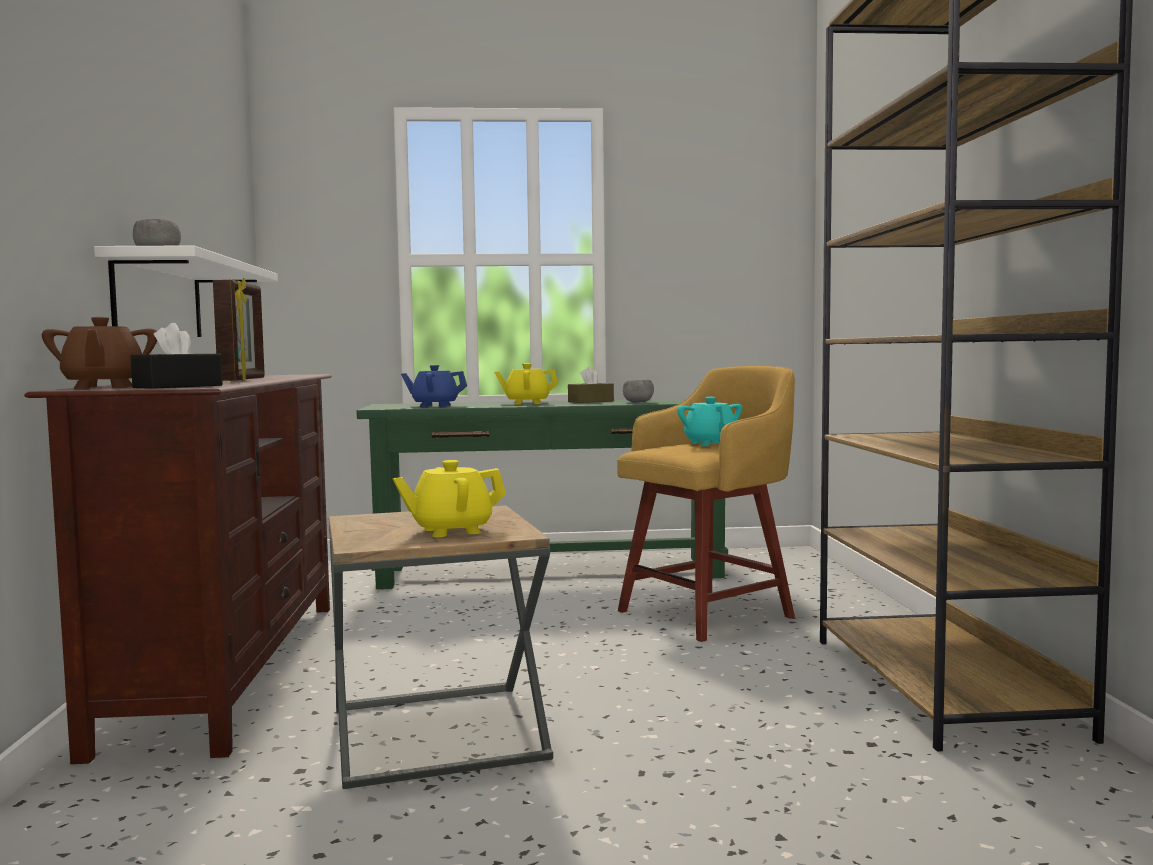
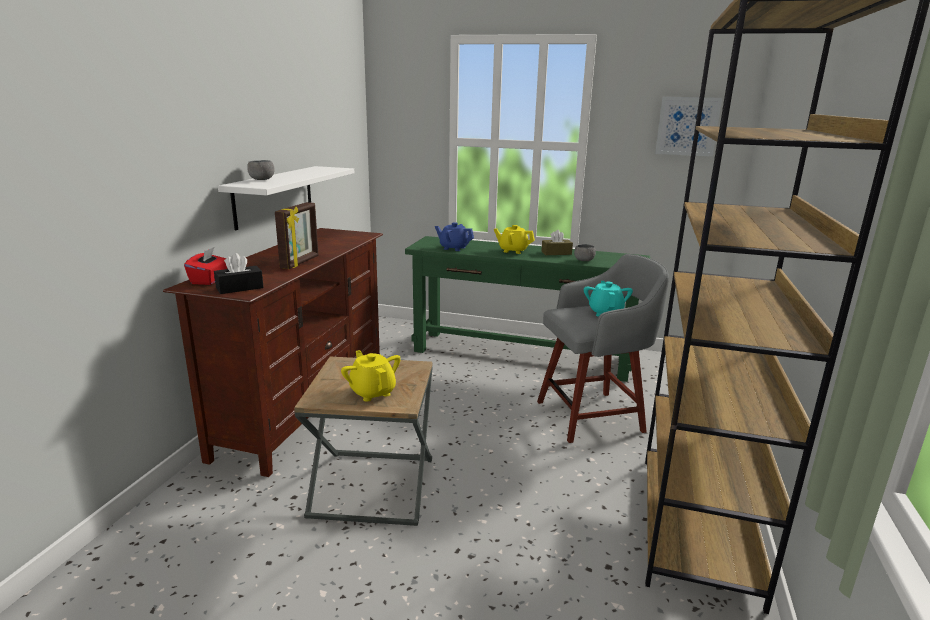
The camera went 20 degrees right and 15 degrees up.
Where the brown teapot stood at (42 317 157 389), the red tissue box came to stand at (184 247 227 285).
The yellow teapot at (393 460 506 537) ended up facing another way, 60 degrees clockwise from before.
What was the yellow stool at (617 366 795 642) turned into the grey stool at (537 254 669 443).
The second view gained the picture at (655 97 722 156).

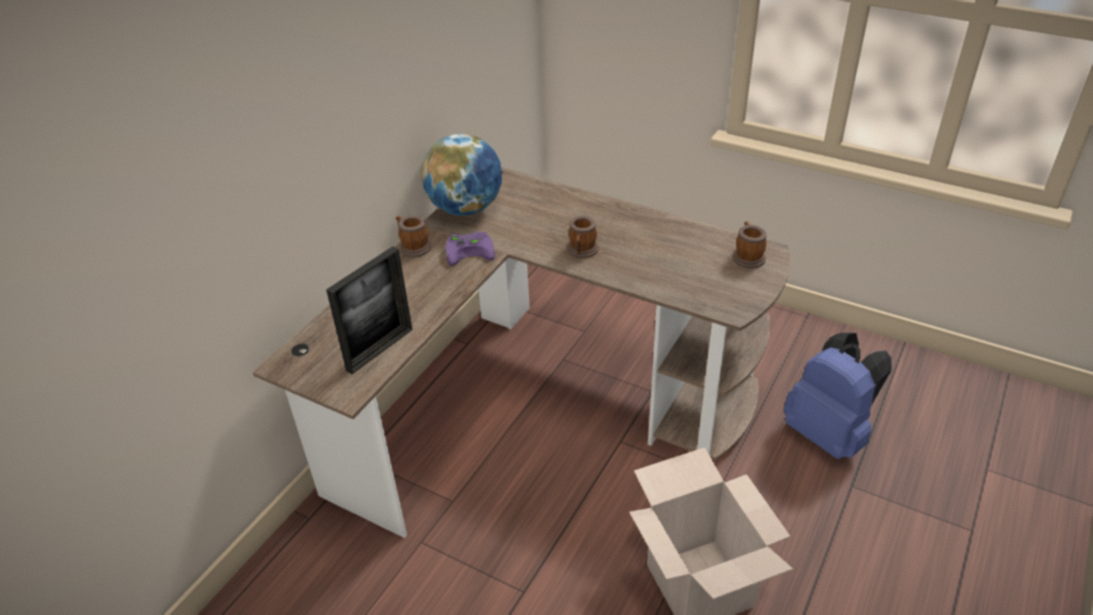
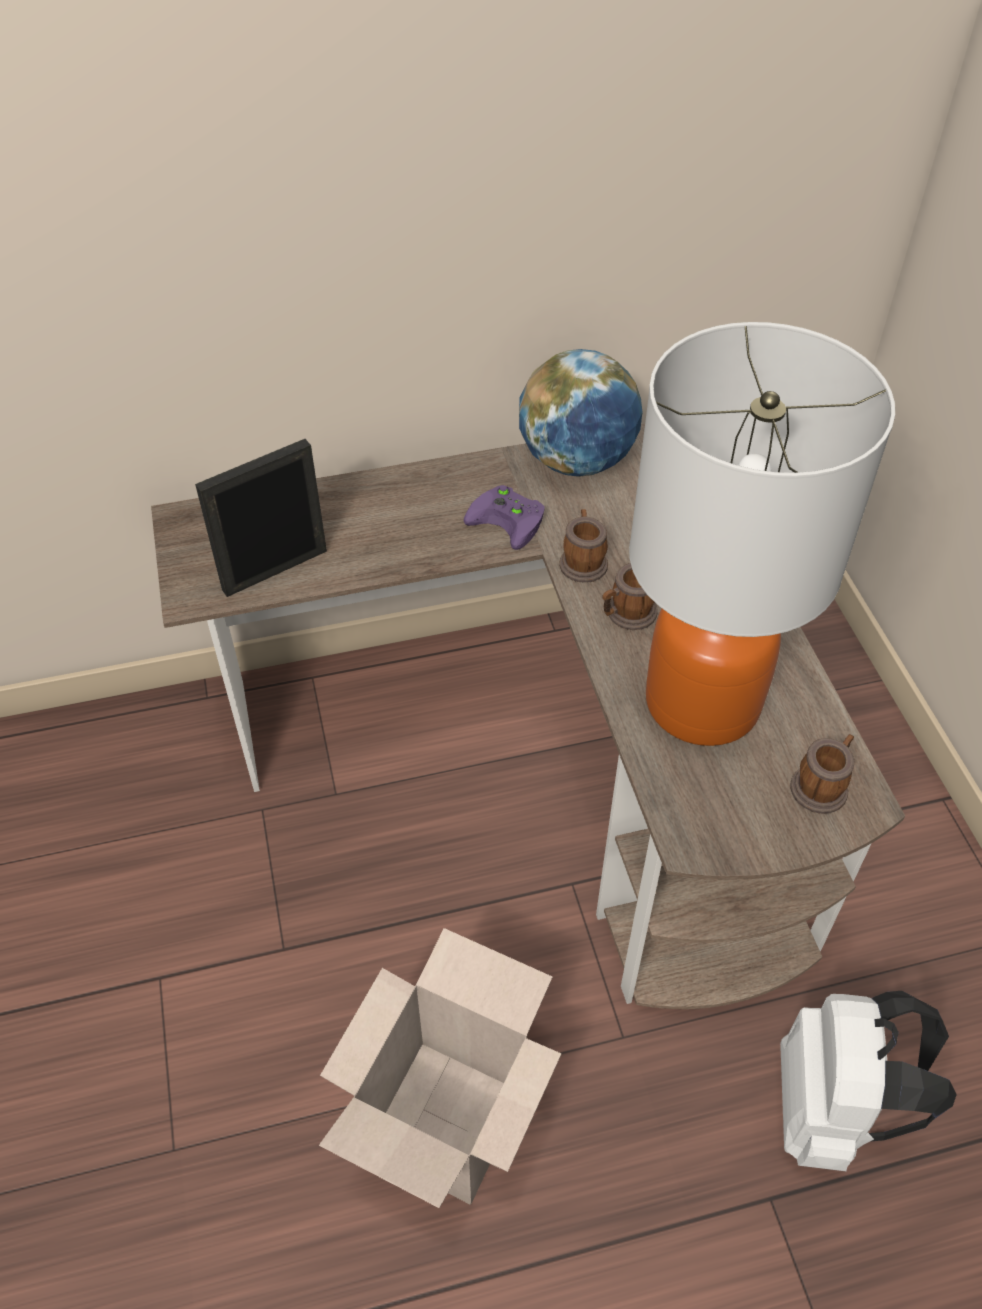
The camera went 45 degrees right and 10 degrees up.
The picture frame at (326 246 413 374) ended up facing another way, 150 degrees clockwise from before.
The mug ended up elsewhere, having gone from (396 215 431 257) to (559 509 608 583).
What was the blue backpack at (783 333 892 460) turned into the white backpack at (780 991 957 1171).
The second view gained the table lamp at (629 322 895 746).

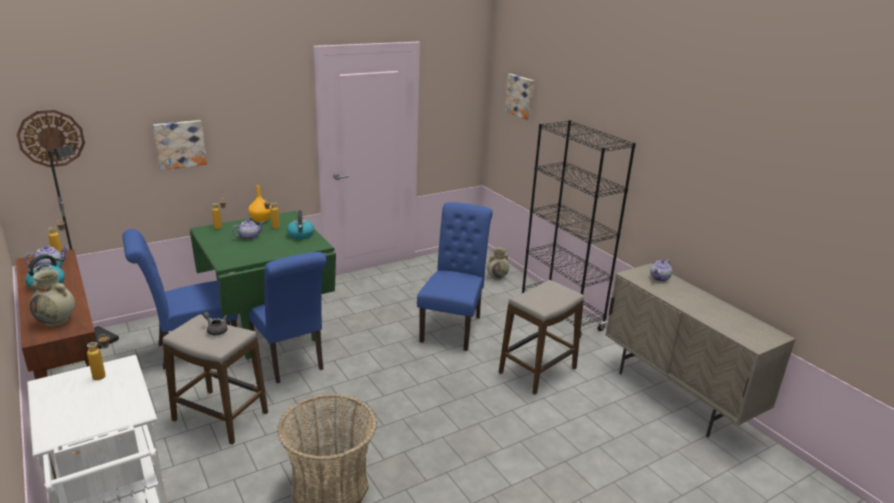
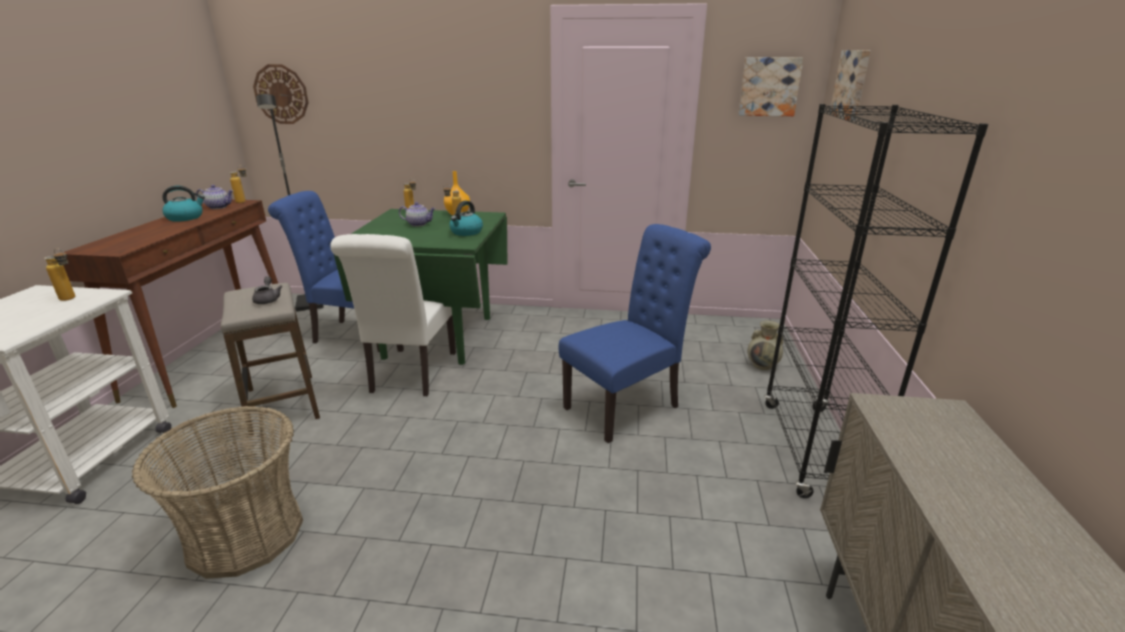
The camera went 40 degrees right and 0 degrees up.
The second view lost the beige vase at (30 269 75 327).
The picture ended up elsewhere, having gone from (153 120 207 170) to (738 57 804 116).
What was the blue chair at (249 252 327 383) turned into the white chair at (330 234 456 396).
The second view lost the stool at (499 280 584 395).
The second view lost the teapot at (650 259 672 282).

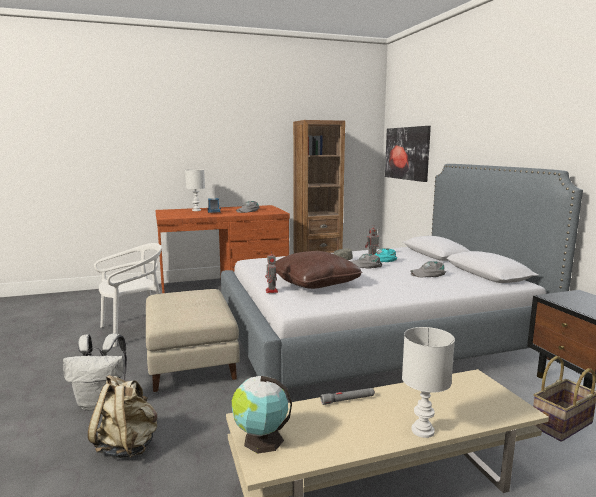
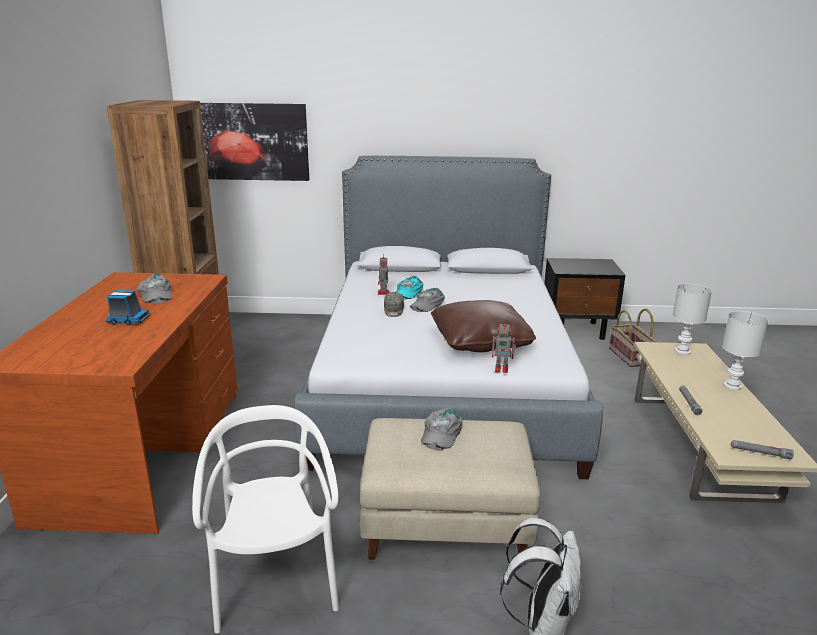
The camera went 70 degrees left and 10 degrees up.
The second view lost the beige backpack at (88 375 157 458).
The white table lamp ended up elsewhere, having gone from (185 169 205 211) to (672 283 712 355).
Where the globe stood at (232 376 292 454), the grey flashlight came to stand at (731 440 794 460).
The grey cap ended up elsewhere, having gone from (410 261 446 277) to (421 407 462 451).

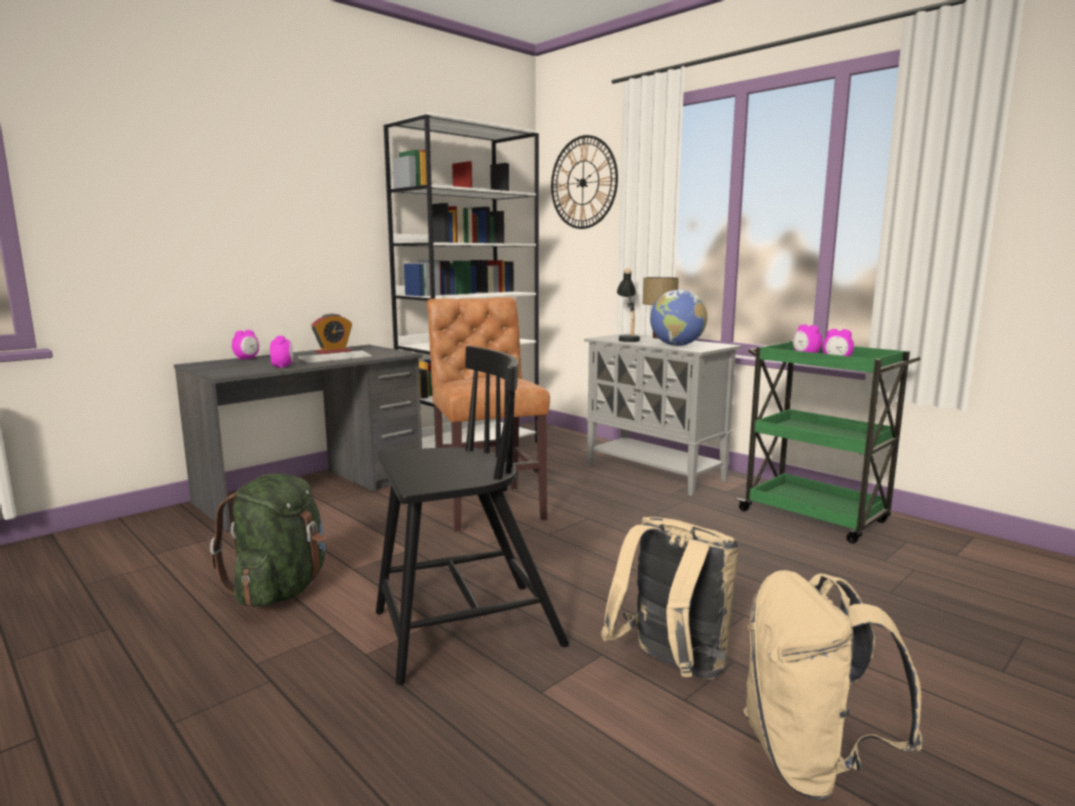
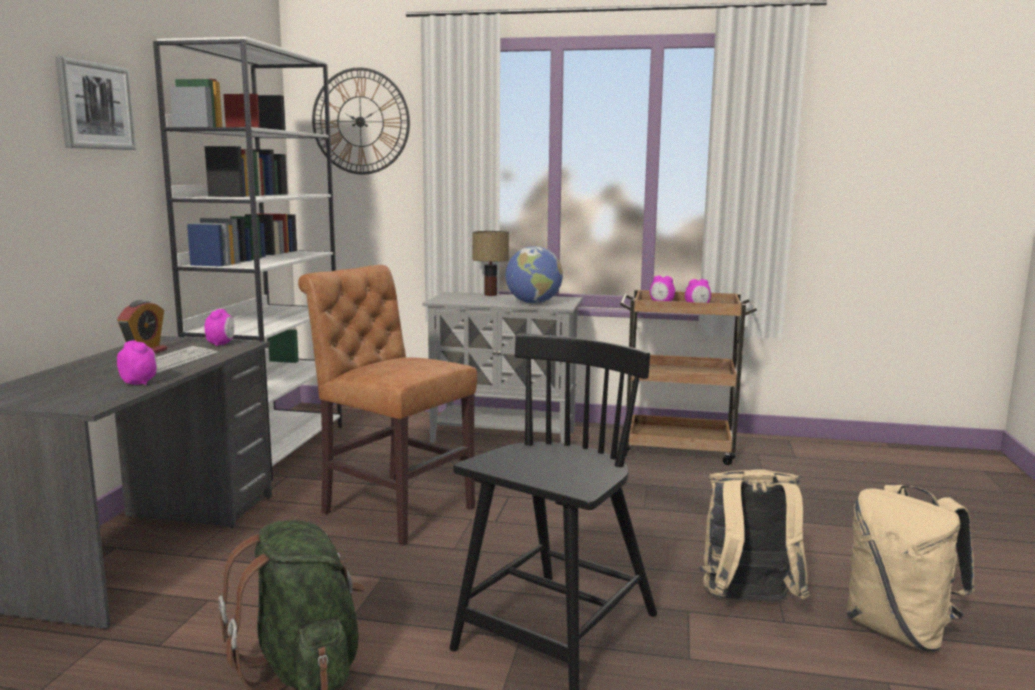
The camera went 35 degrees left and 0 degrees up.
The alarm clock ended up elsewhere, having gone from (232 330 259 360) to (205 309 234 347).
The second view lost the black table lamp at (617 268 640 342).
What was the green cart at (736 340 921 544) turned into the brown cart at (618 290 757 465).
The second view gained the picture at (55 56 136 150).

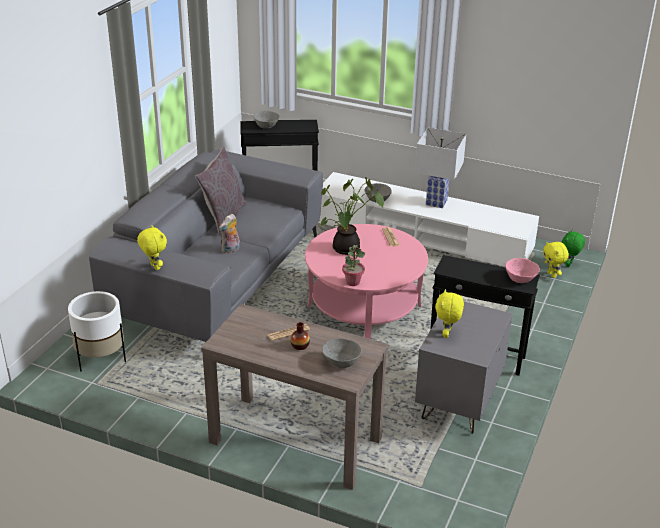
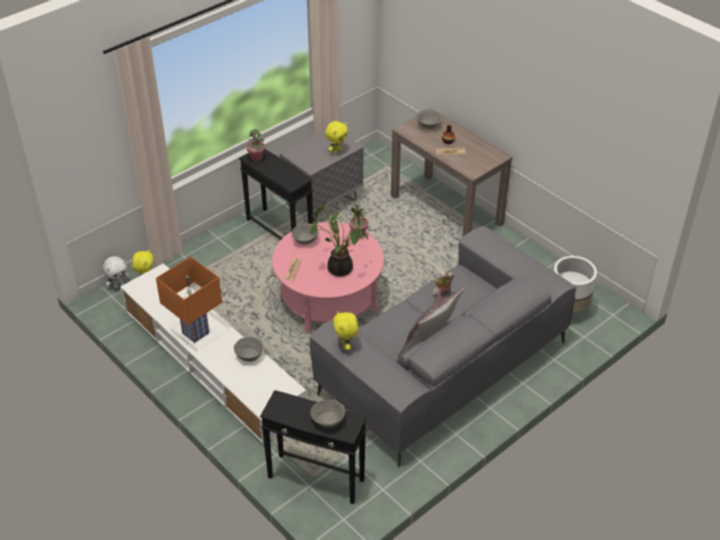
The camera went 155 degrees left and 10 degrees up.
The yellow plush toy ended up elsewhere, having gone from (137 225 167 270) to (333 311 359 350).
What was the white table lamp at (415 128 466 208) turned into the orange table lamp at (156 256 222 343).
Where the pink bowl stood at (505 258 540 283), the potted plant came to stand at (247 128 265 161).
What was the green plush toy at (562 229 585 267) turned into the white plush toy at (103 256 129 289).
The second view gained the grey bowl at (291 223 319 245).

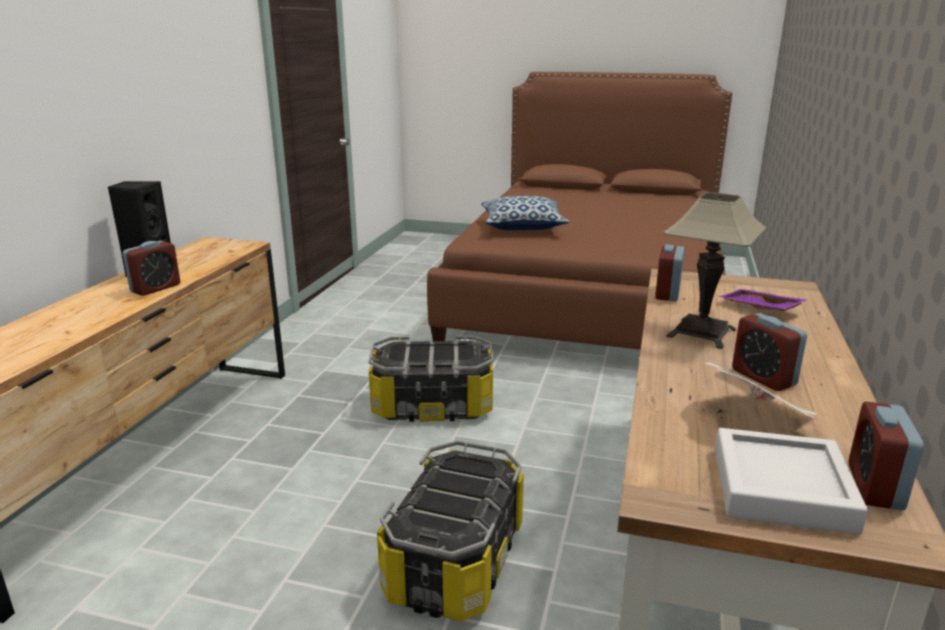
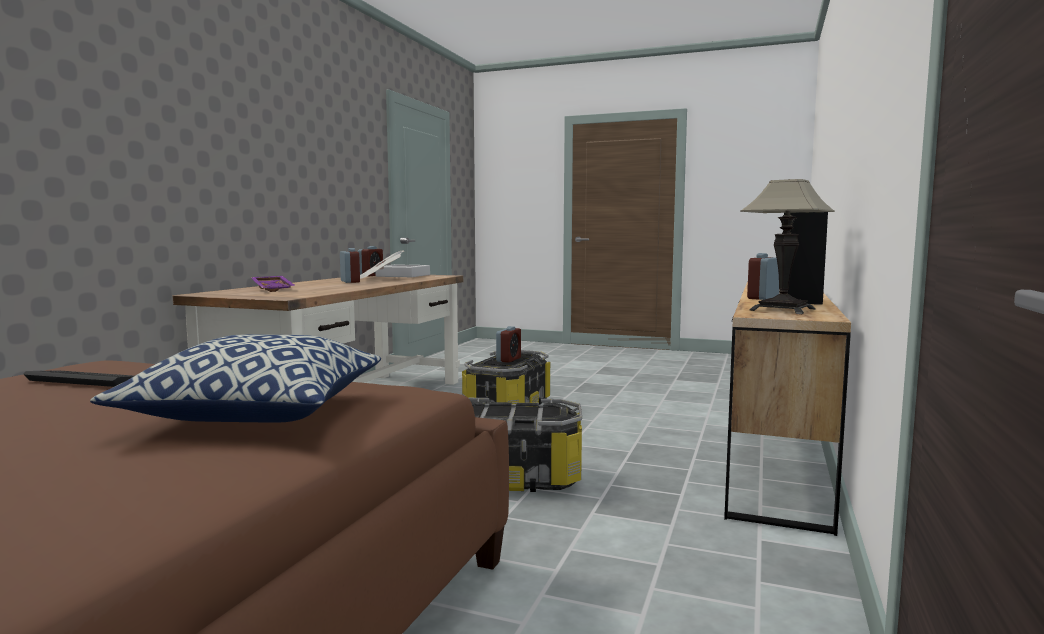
The camera went 175 degrees left and 15 degrees down.
The alarm clock ended up elsewhere, having gone from (655 244 685 302) to (496 326 521 363).
The table lamp ended up elsewhere, having gone from (663 192 767 349) to (740 179 835 314).
The second view gained the keyboard at (24 371 134 387).

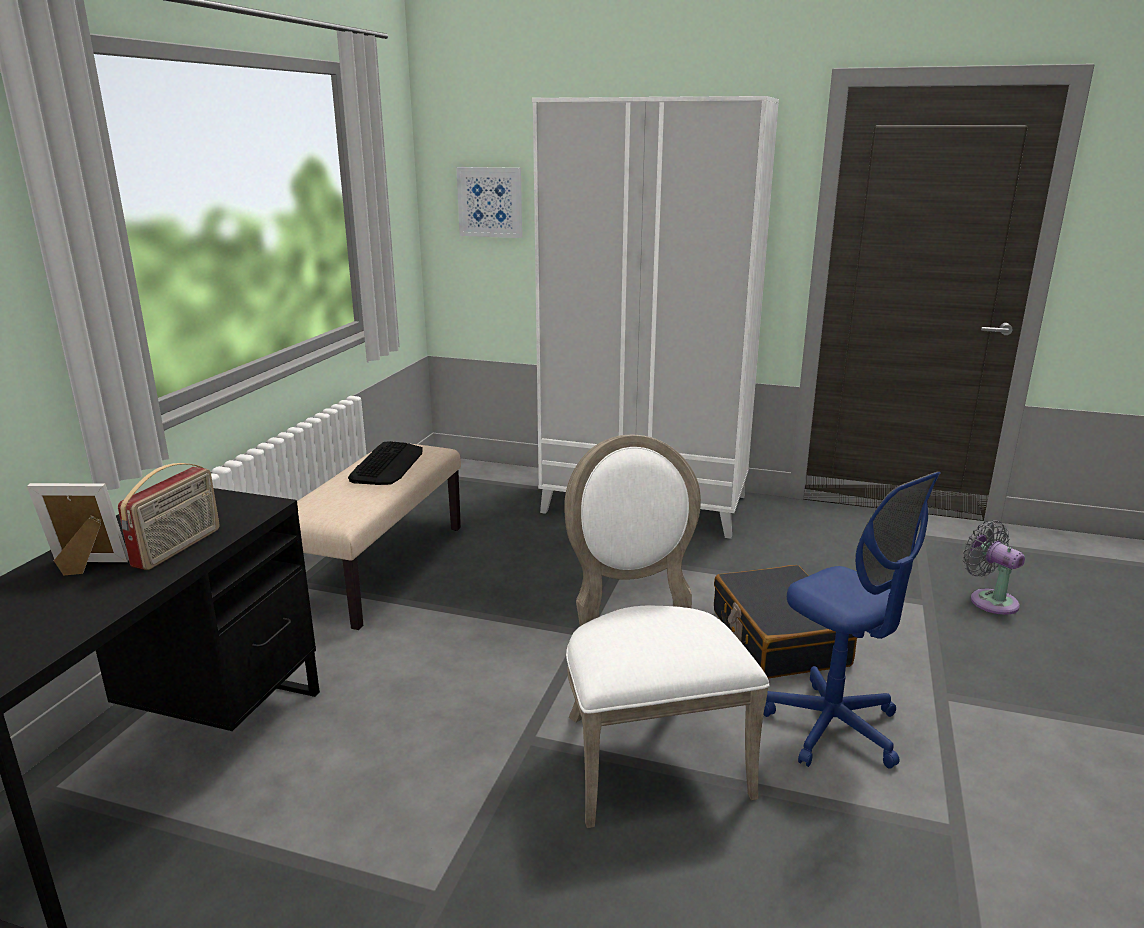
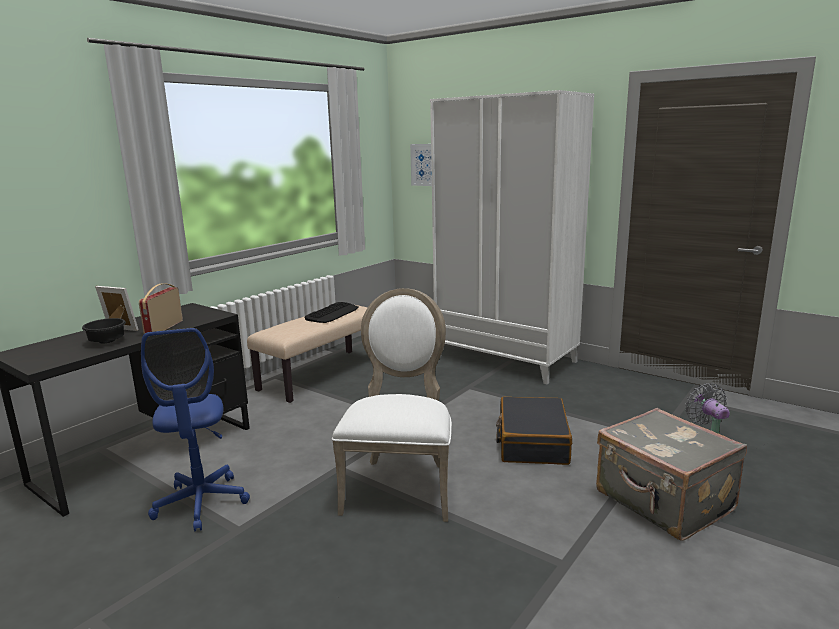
The camera went 20 degrees right and 5 degrees down.
The radio at (118 463 220 570) ended up facing another way, 150 degrees clockwise from before.
The blue office chair ended up elsewhere, having gone from (763 471 941 769) to (141 328 250 531).
The second view gained the black bowl at (82 318 126 343).
The second view gained the grey suitcase at (596 408 747 541).

